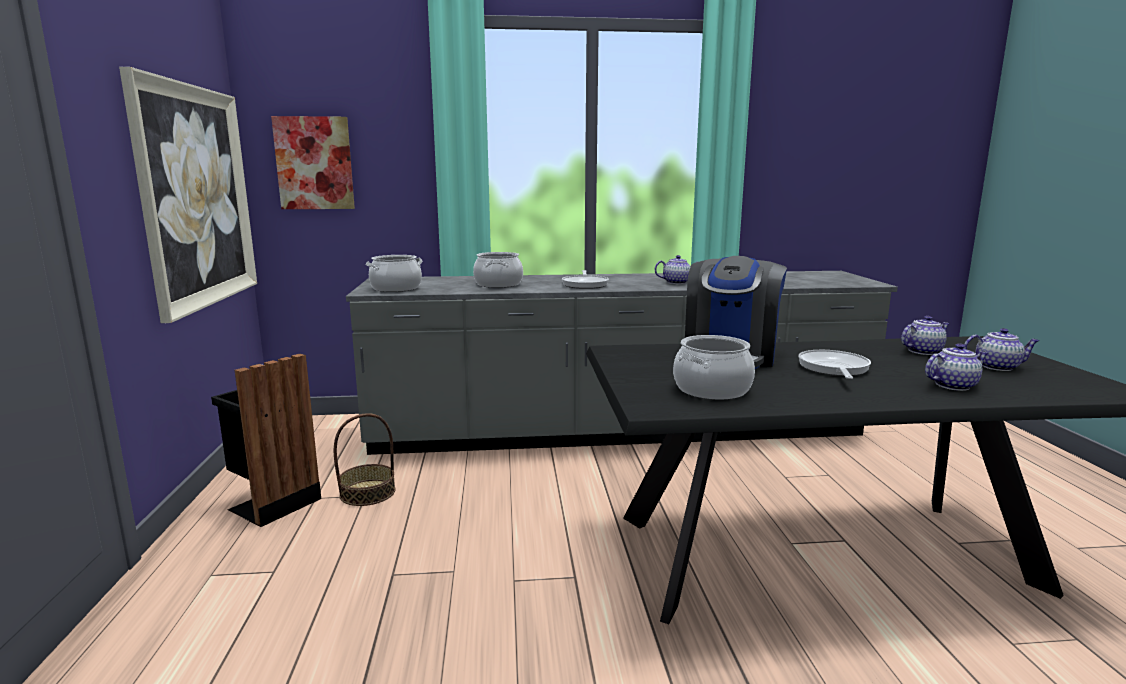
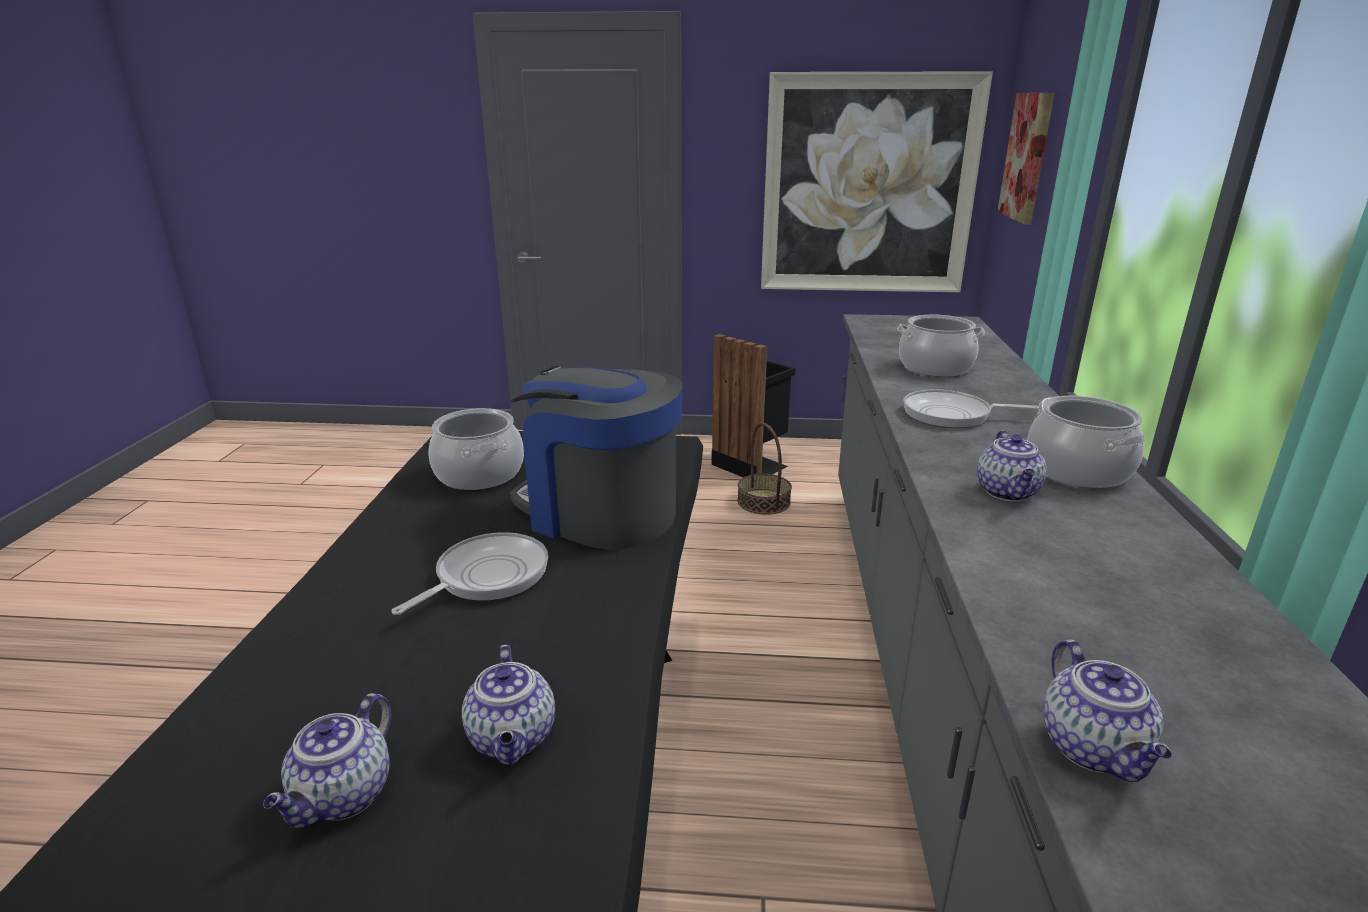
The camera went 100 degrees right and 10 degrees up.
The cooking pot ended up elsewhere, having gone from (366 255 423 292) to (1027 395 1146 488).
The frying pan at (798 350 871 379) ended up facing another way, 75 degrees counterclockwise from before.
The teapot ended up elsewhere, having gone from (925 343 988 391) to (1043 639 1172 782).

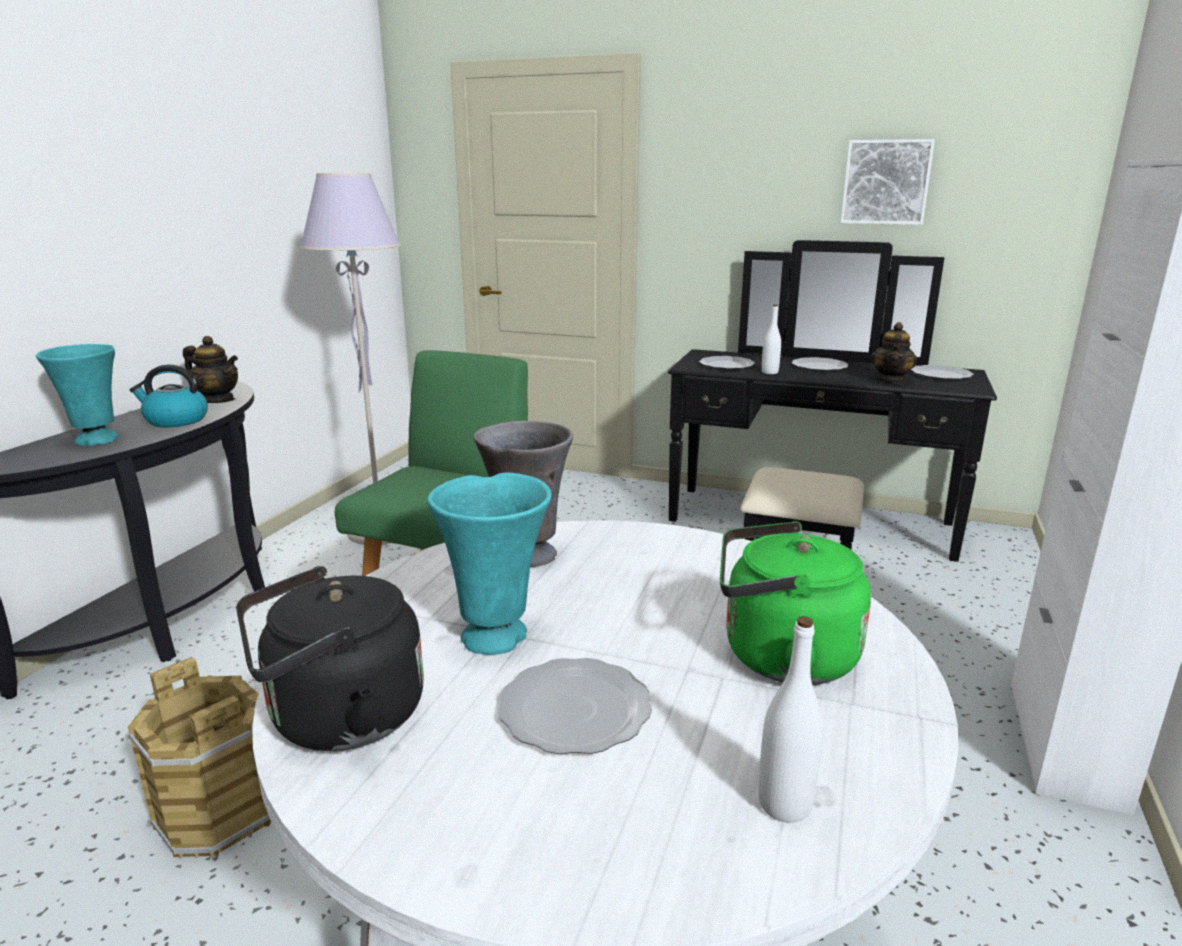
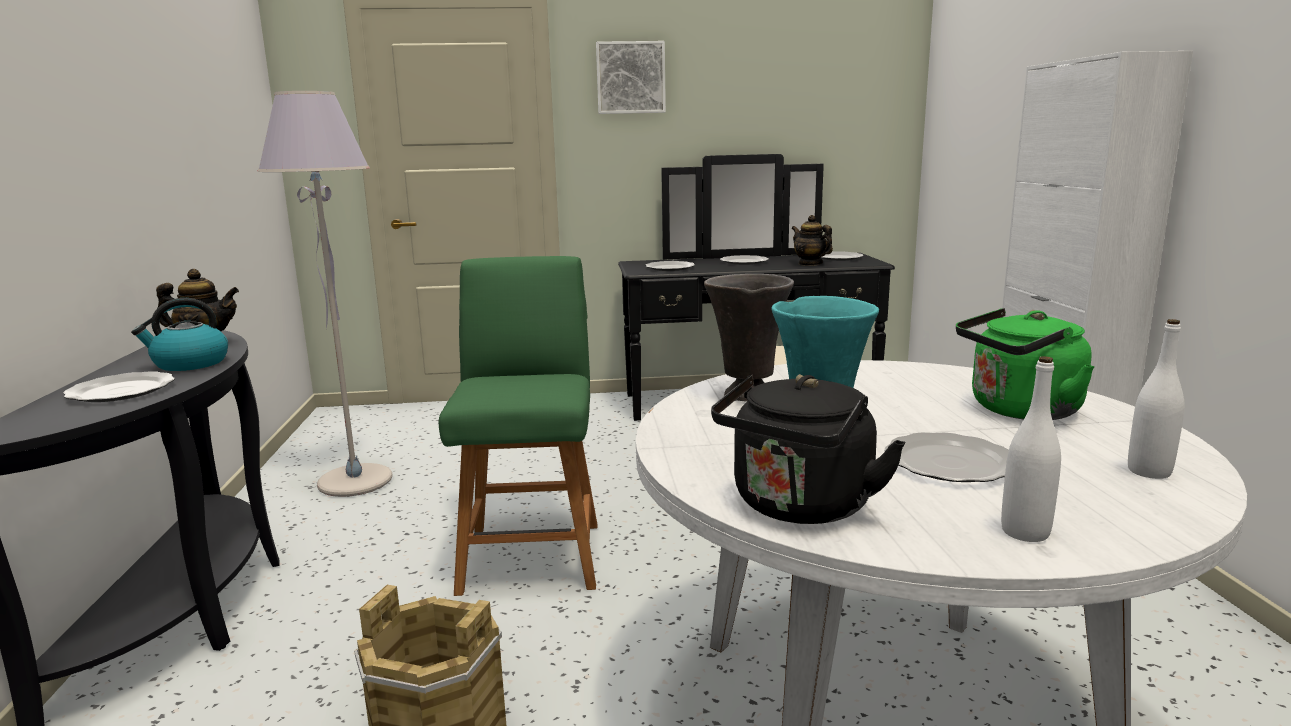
The camera went 25 degrees left and 5 degrees down.
Where the turquoise vase stood at (36 344 118 446), the plate came to stand at (63 371 175 402).
The white bottle ended up elsewhere, having gone from (762 305 781 374) to (1001 356 1061 542).
The picture ended up elsewhere, having gone from (840 139 935 225) to (596 41 666 114).
The teapot at (871 322 917 384) ended up facing another way, 150 degrees clockwise from before.

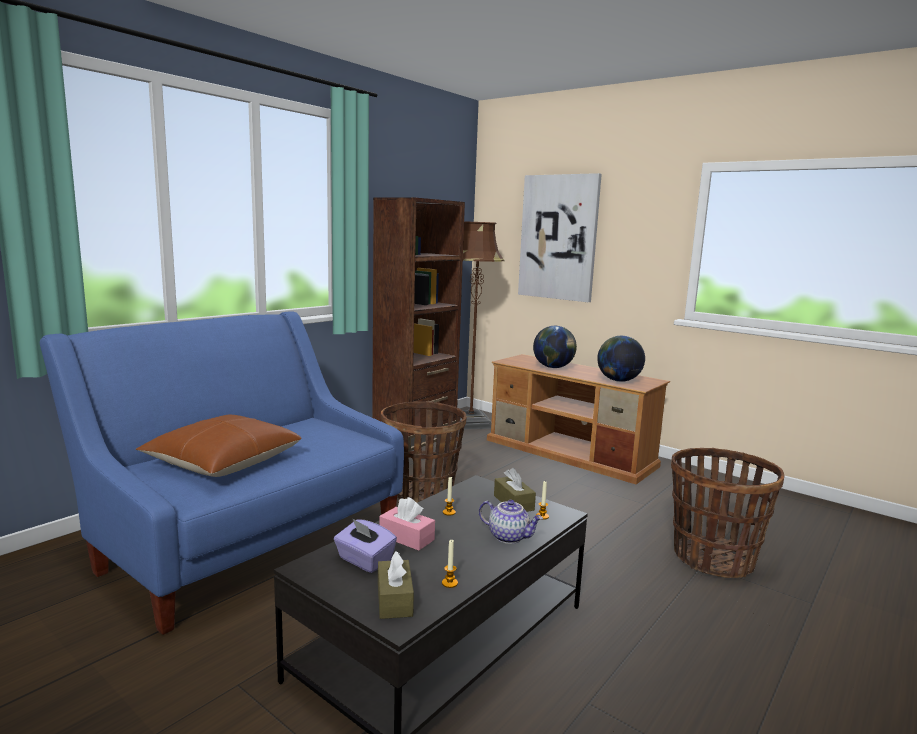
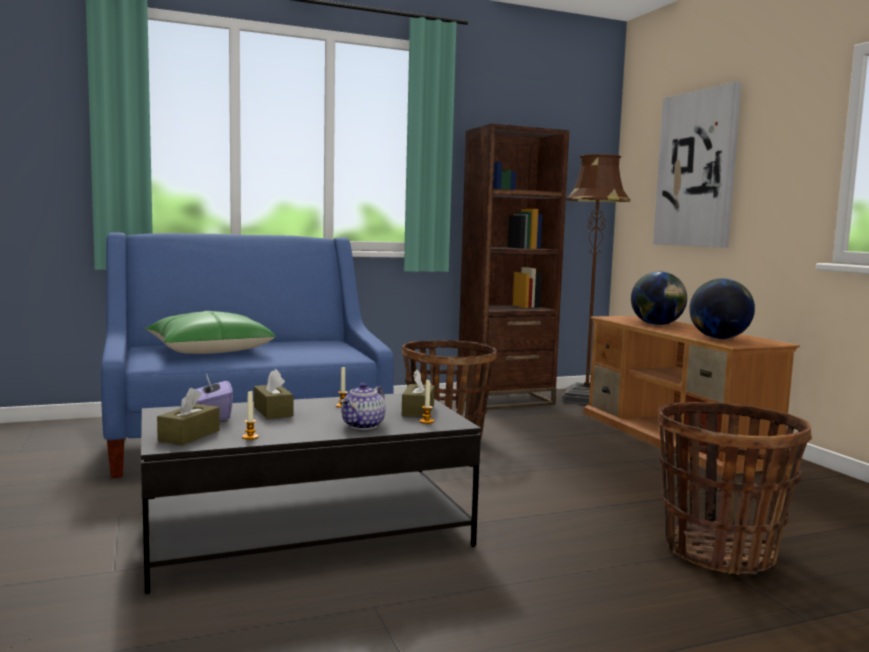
The camera went 30 degrees right and 5 degrees down.
What was the brown pillow at (135 415 302 477) turned into the green pillow at (145 311 276 354).
What was the pink tissue box at (379 497 435 551) turned into the brown tissue box at (254 369 294 419).
The teapot at (479 500 543 544) ended up facing another way, 60 degrees clockwise from before.

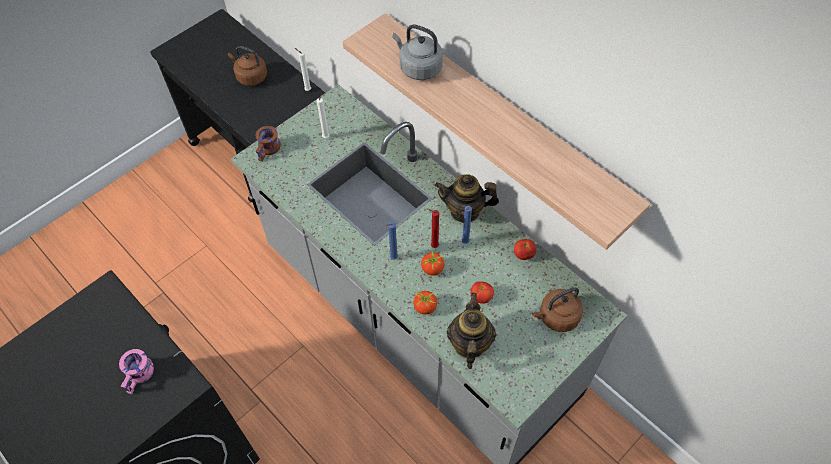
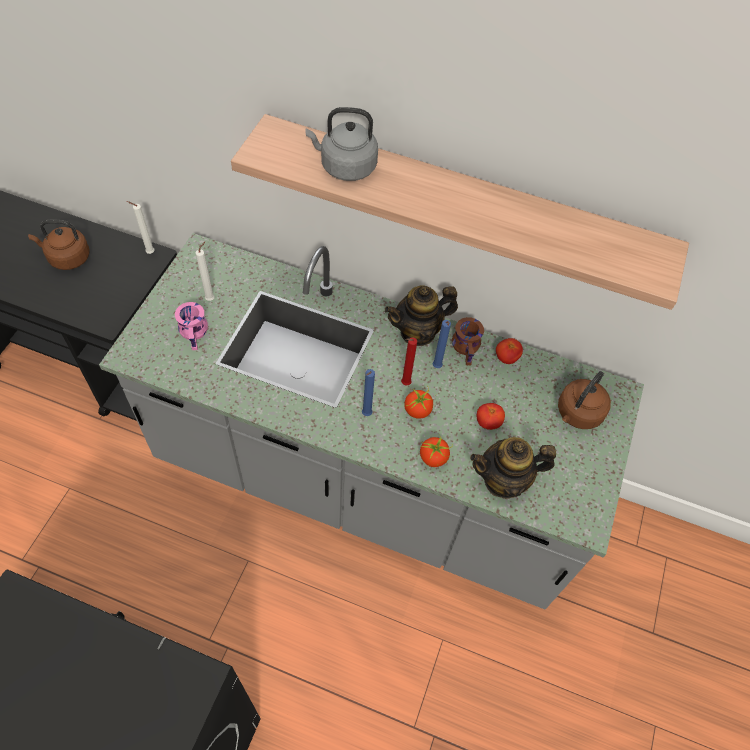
The camera went 30 degrees left and 0 degrees up.
The pink mug ended up elsewhere, having gone from (119 349 154 394) to (175 302 208 350).
The brown mug ended up elsewhere, having gone from (256 126 281 162) to (452 317 484 365).
The teapot at (447 293 496 369) ended up facing another way, 75 degrees counterclockwise from before.

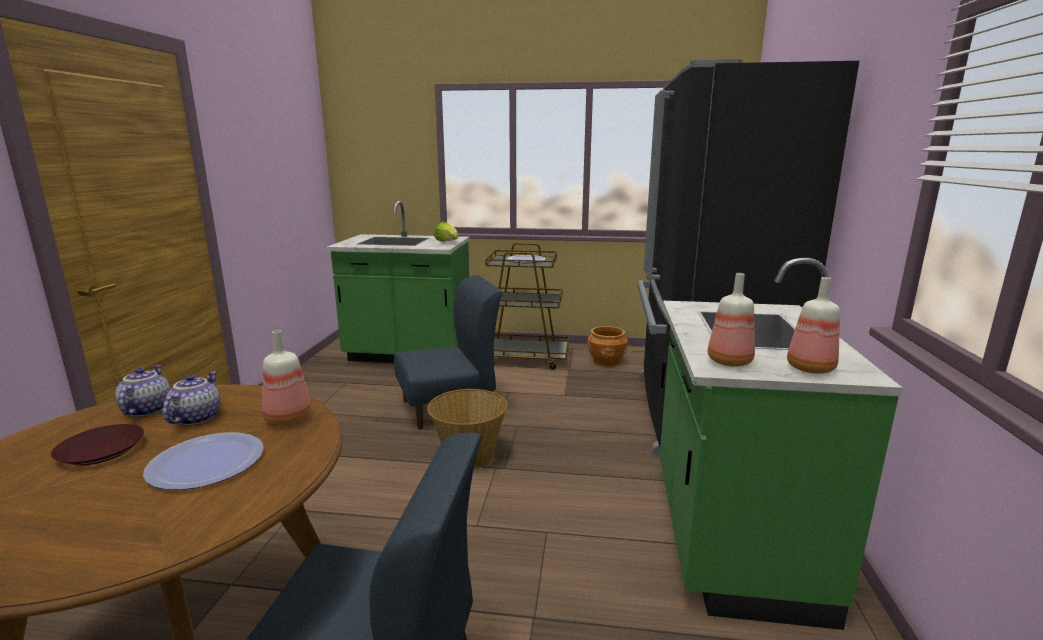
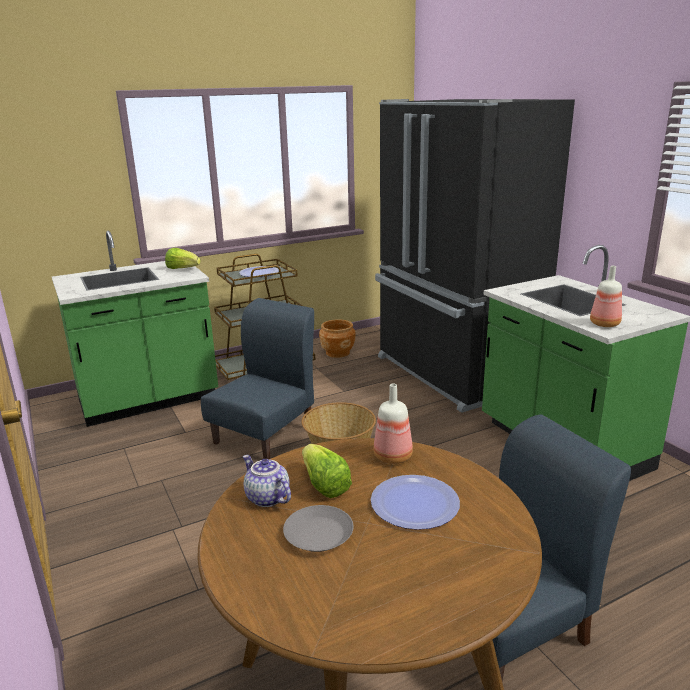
The camera went 35 degrees left and 5 degrees up.
What was the brown plate at (51 424 144 466) turned into the grey plate at (283 505 354 552).
Where the teapot stood at (162 372 221 425), the lettuce came to stand at (302 444 352 498).
The second view lost the bottle at (787 277 840 374).

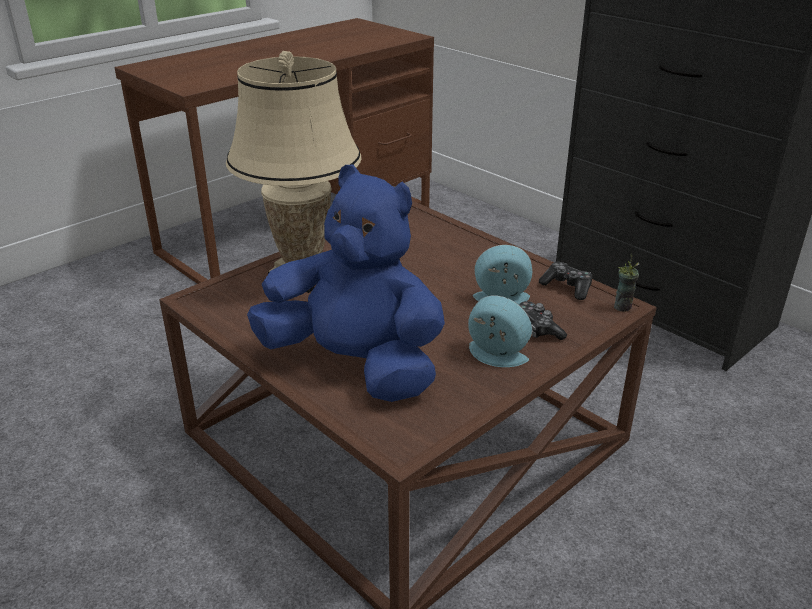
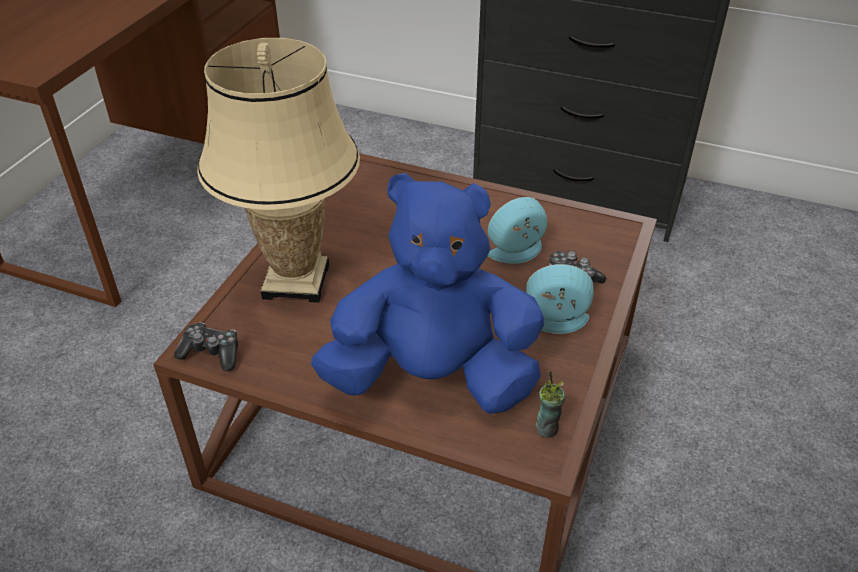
The camera went 25 degrees left and 10 degrees up.
The game controller ended up elsewhere, having gone from (539 262 592 300) to (174 322 238 371).
The cup ended up elsewhere, having gone from (614 254 639 312) to (535 371 565 438).

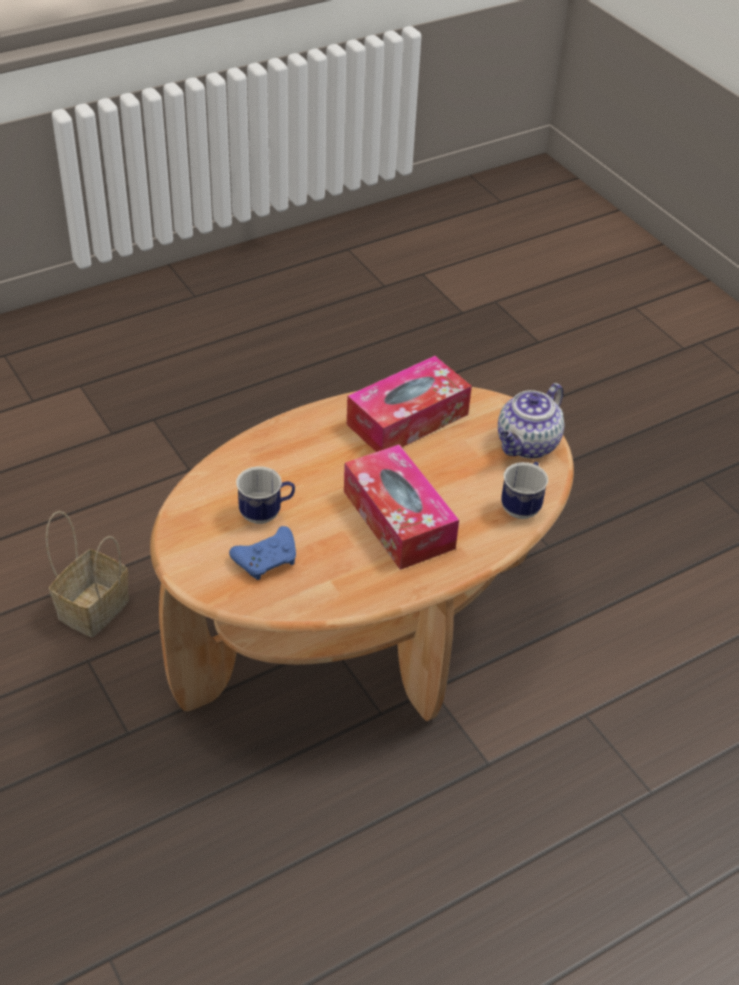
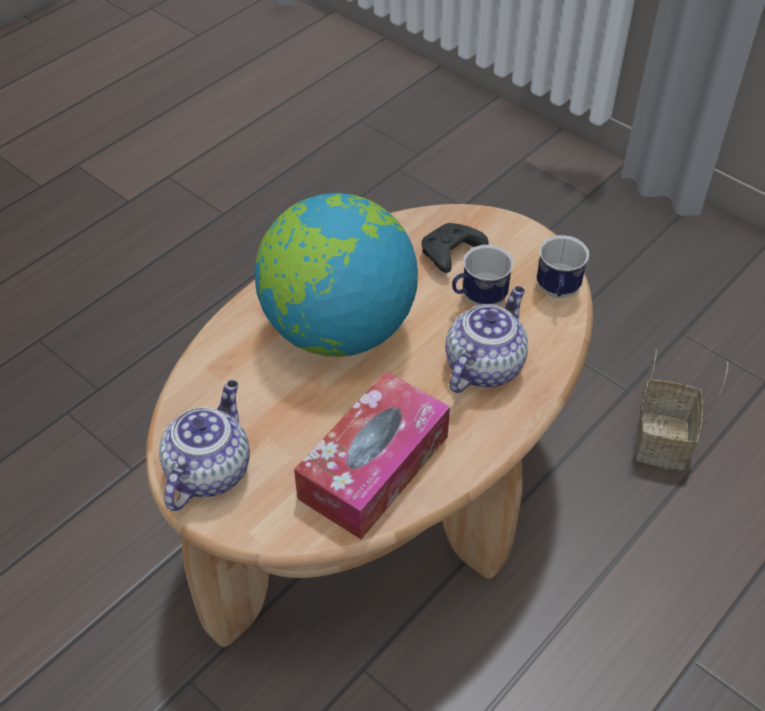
The camera went 165 degrees right and 5 degrees up.
What was the blue game controller at (229 526 296 580) turned into the black game controller at (421 223 489 273).
Where the tissue box stood at (344 444 459 570), the globe came to stand at (254 193 418 357).
The mug ended up elsewhere, having gone from (501 462 548 519) to (537 235 589 298).
The second view gained the teapot at (445 286 528 393).

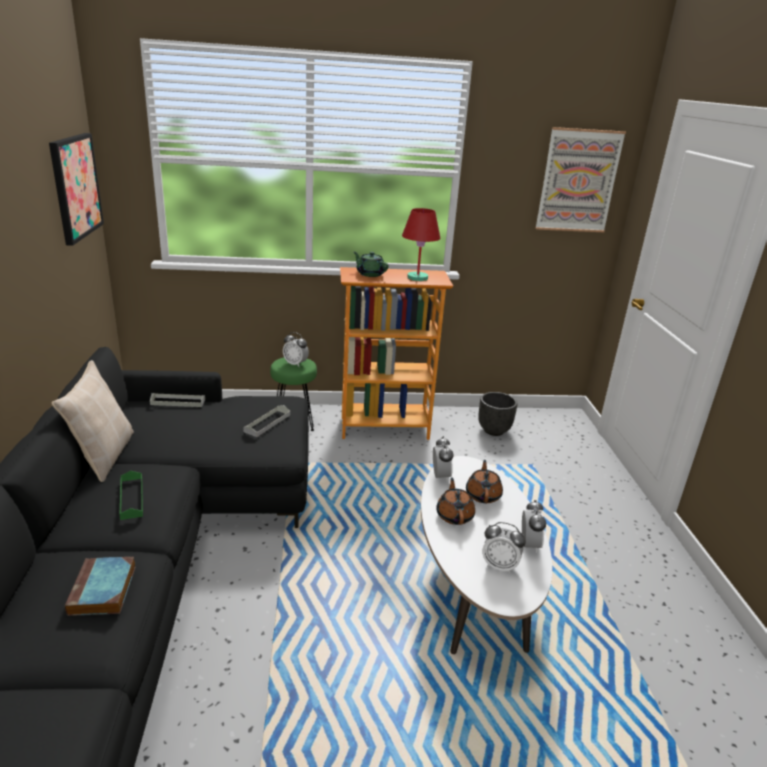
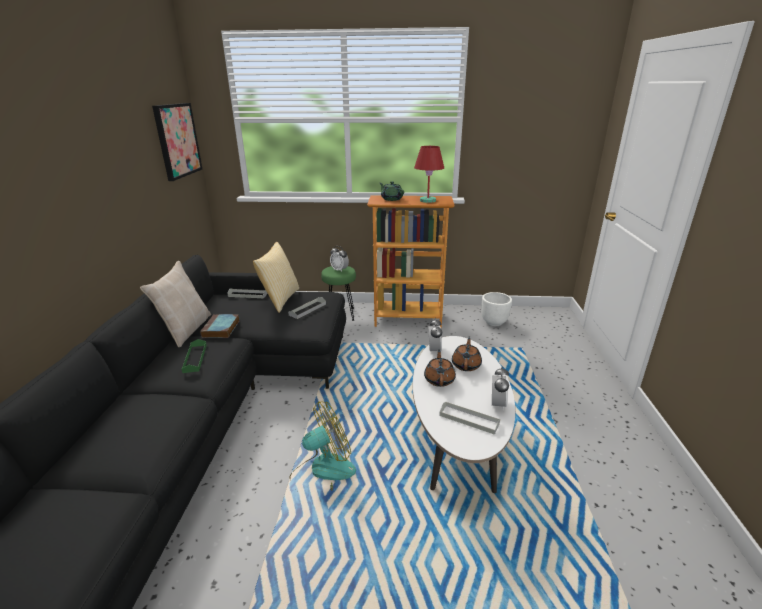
The camera went 10 degrees right and 0 degrees up.
The book ended up elsewhere, having gone from (65 557 135 616) to (200 314 239 338).
What was the black planter at (478 392 517 436) turned into the white planter at (481 292 512 326).
Where the alarm clock stood at (482 522 526 574), the grey tray came to stand at (439 401 500 435).
The second view lost the picture at (535 127 626 232).
The second view gained the pillow at (253 242 299 313).
The second view gained the fan at (289 401 356 491).

